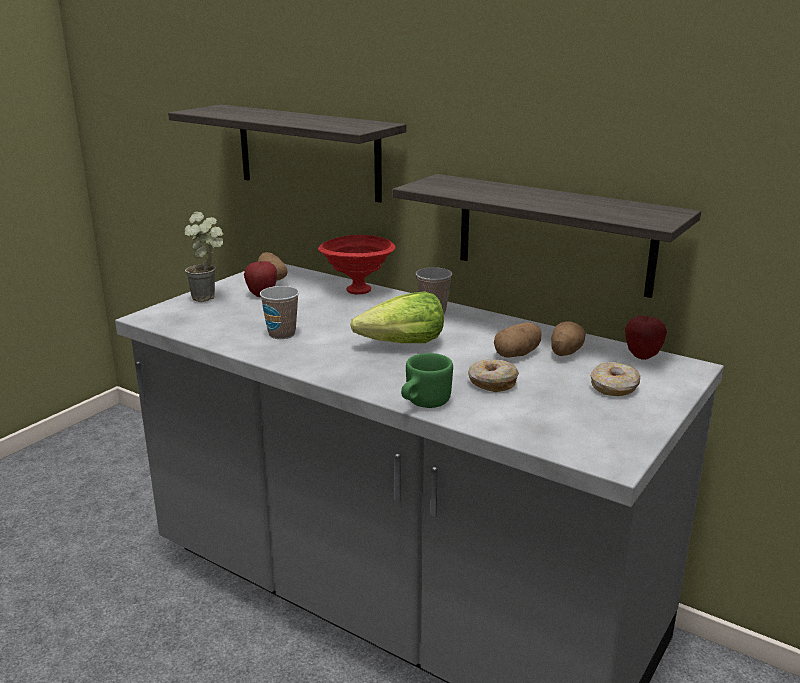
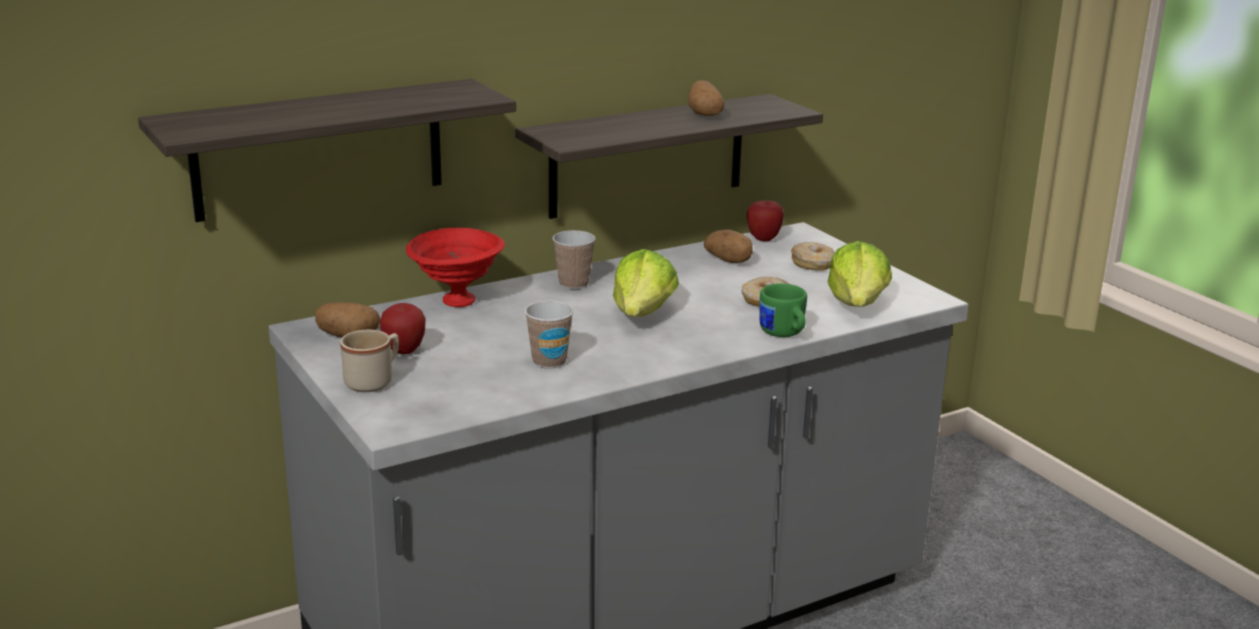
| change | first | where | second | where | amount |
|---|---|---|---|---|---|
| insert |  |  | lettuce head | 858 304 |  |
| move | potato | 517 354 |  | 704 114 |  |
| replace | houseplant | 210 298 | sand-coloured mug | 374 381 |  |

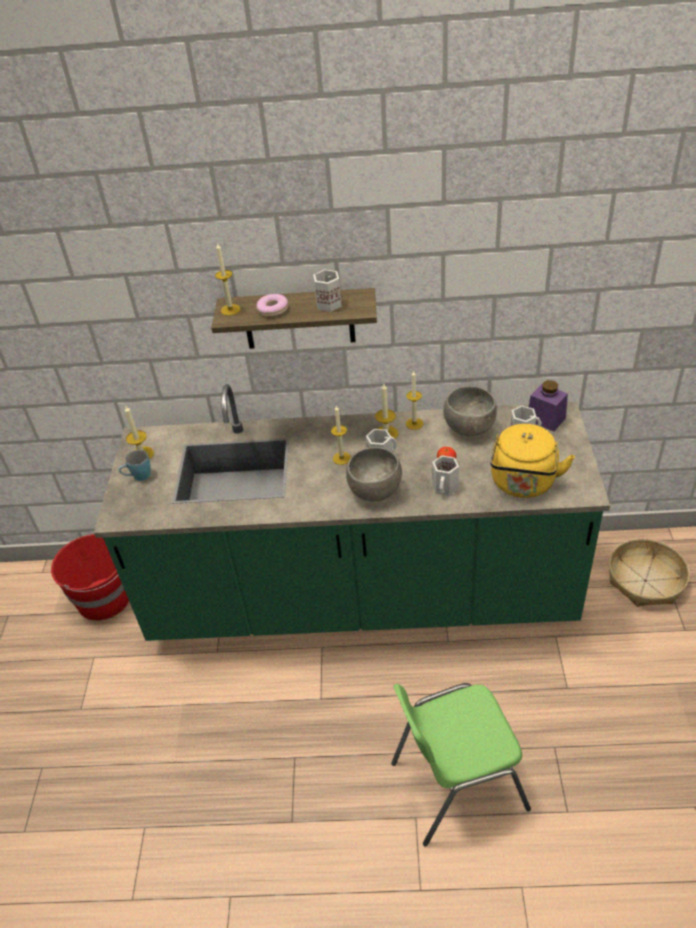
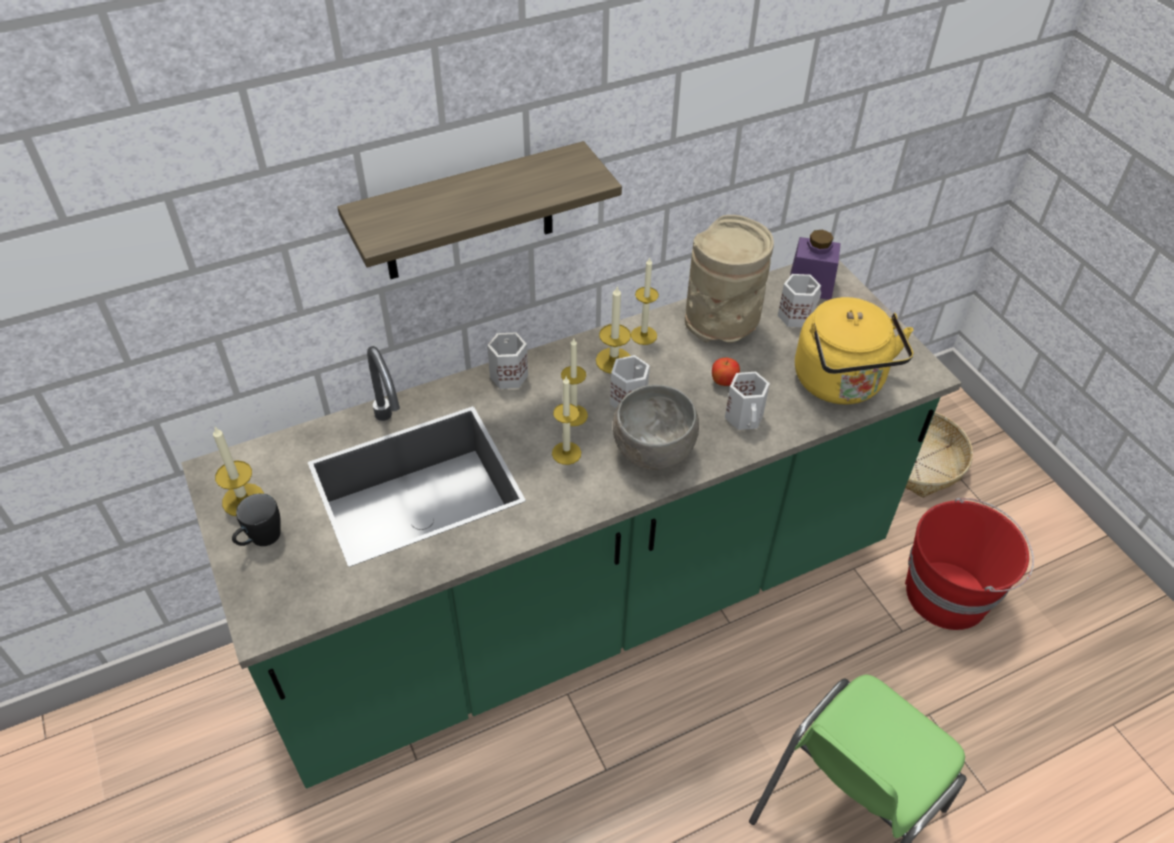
| change | first | where | second | where | amount |
|---|---|---|---|---|---|
| delete | ring doughnut | 273 310 |  |  |  |
| move | reddish pail | 105 598 |  | 948 594 |  |
| move | candle | 230 310 |  | 566 453 |  |
| move | whitish mug | 328 303 |  | 507 375 |  |
| replace | gray deep dish | 469 429 | sand-coloured vase | 721 324 |  |
| recolor | bluish mug | 138 477 | blackish mug | 260 540 |  |

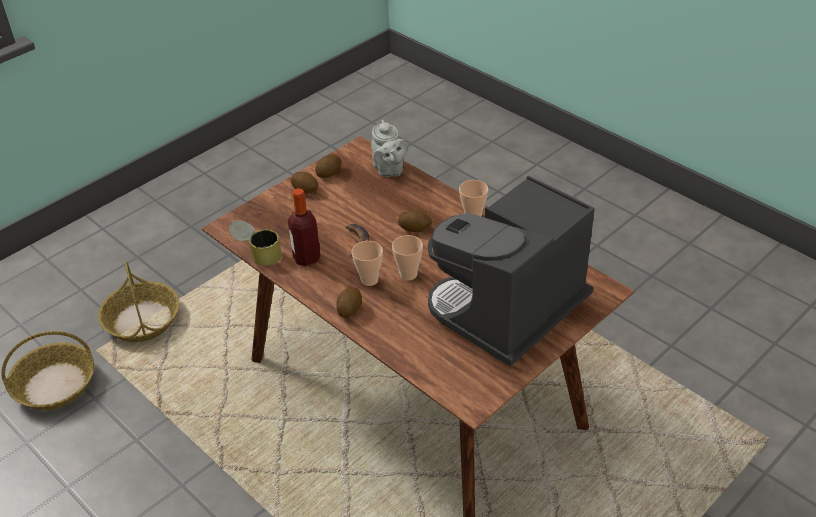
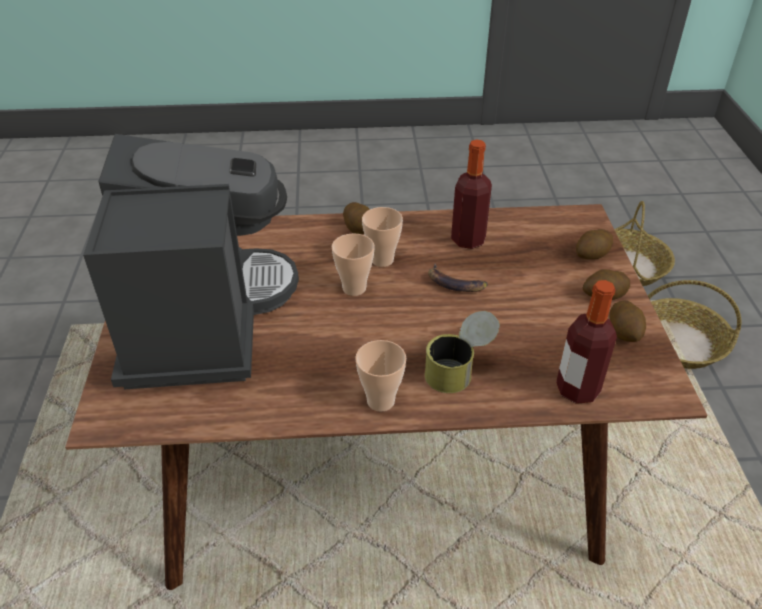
| change | first | where | second | where | amount |
|---|---|---|---|---|---|
| move | sealed can | 258 254 |  | 459 370 |  |
| move | potato | 415 228 |  | 591 255 |  |
| replace | gray tea pot | 389 170 | drink bottle | 577 389 |  |

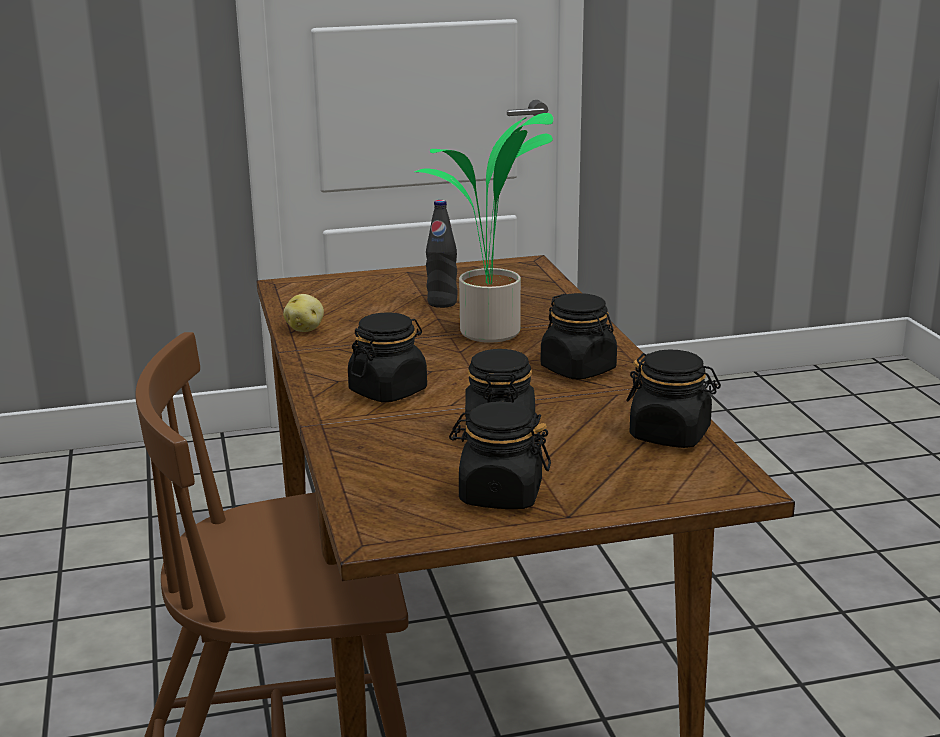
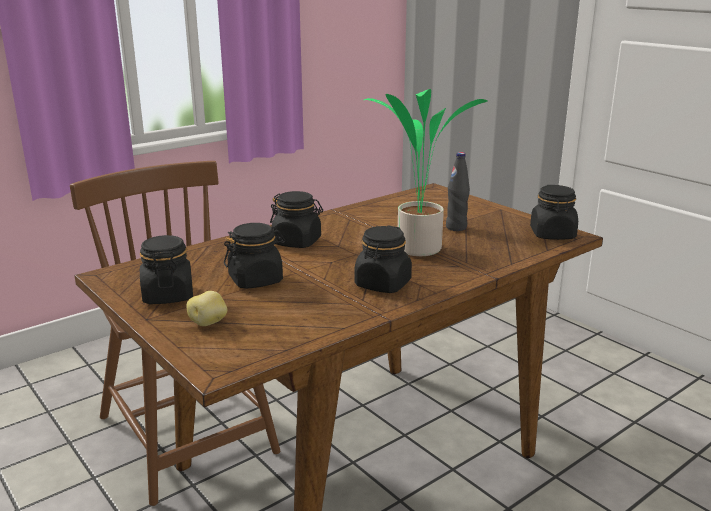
| change | first | where | second | where | amount |
|---|---|---|---|---|---|
| move | potato | 305 329 |  | 209 323 |  |
| move | blackish preserve jar | 670 435 |  | 552 234 |  |

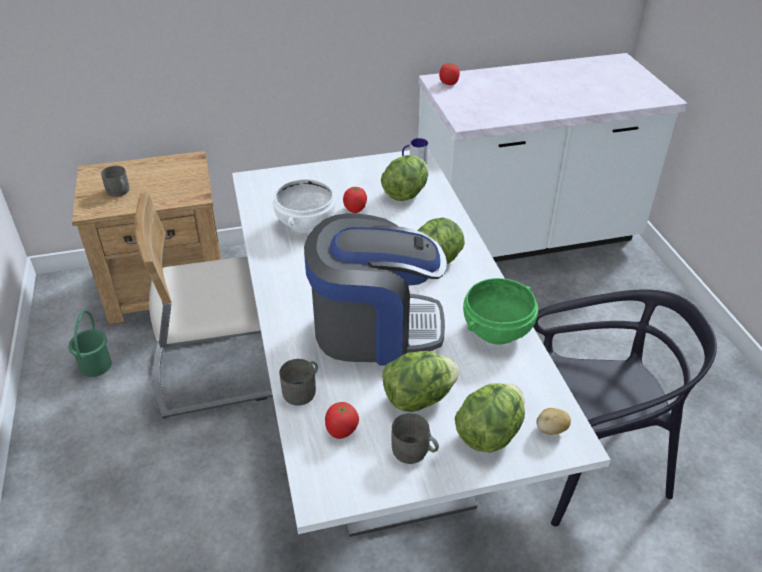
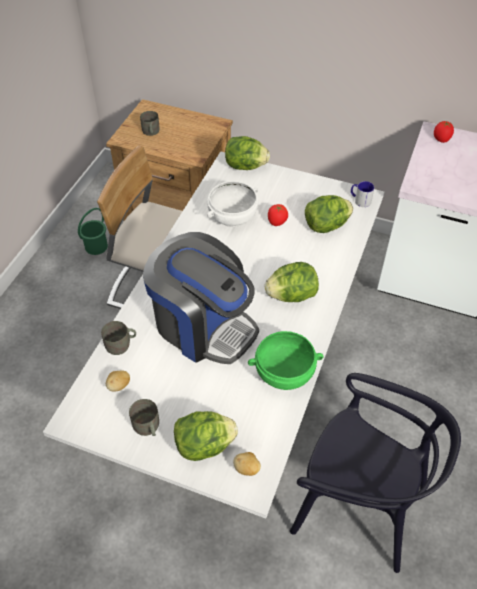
| change | first | where | second | where | amount |
|---|---|---|---|---|---|
| move | lettuce head | 418 398 |  | 245 166 |  |
| replace | tomato | 341 431 | potato | 119 386 |  |

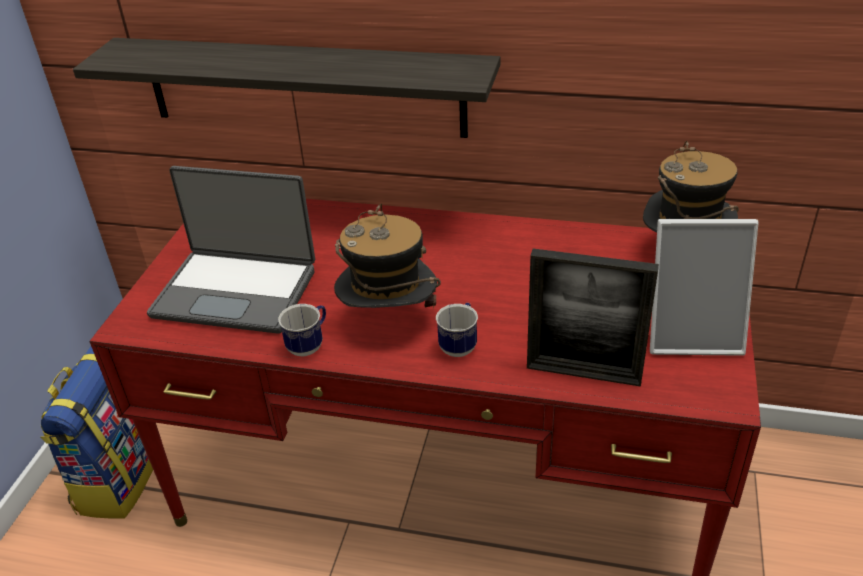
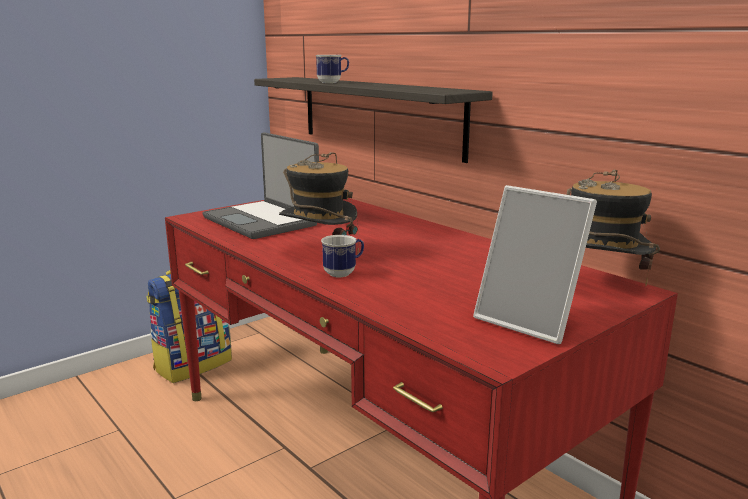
| change | first | where | second | where | amount |
|---|---|---|---|---|---|
| delete | picture frame | 583 373 |  |  |  |
| move | mug | 309 345 |  | 332 82 |  |

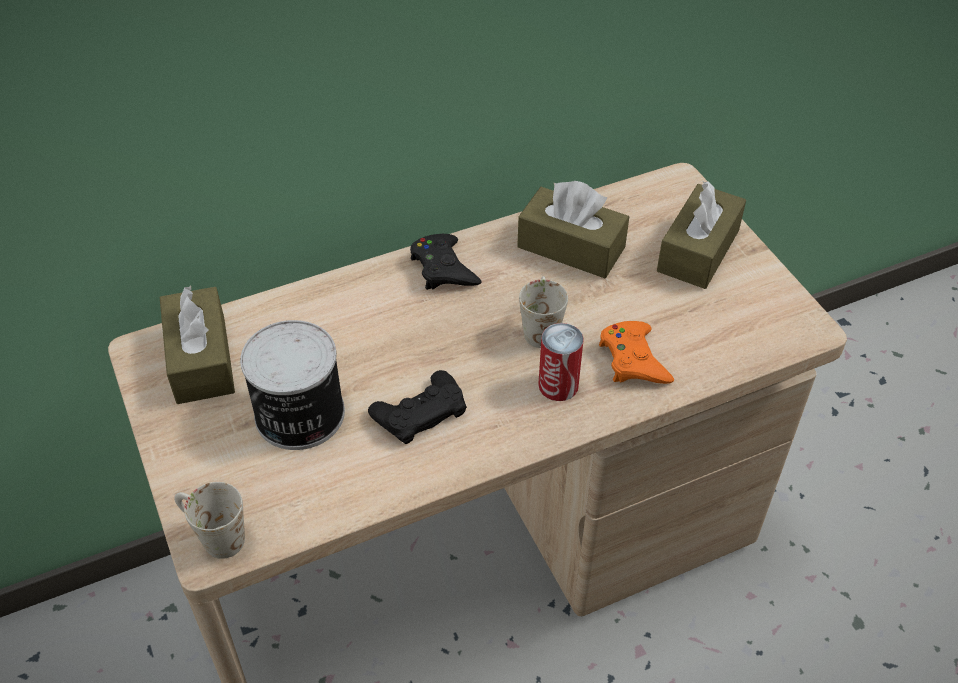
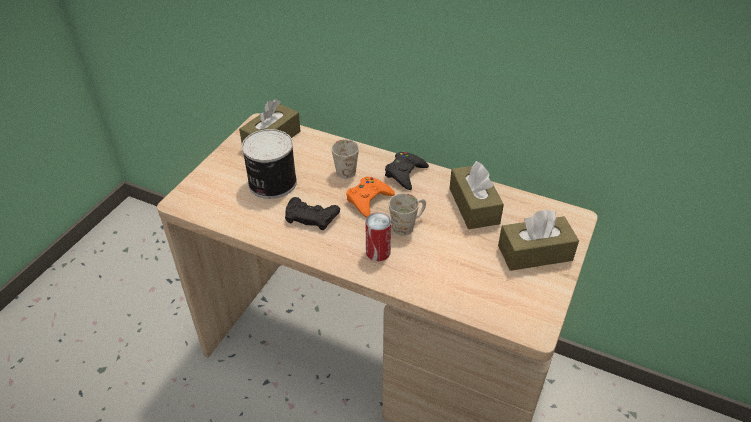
| change | first | where | second | where | amount |
|---|---|---|---|---|---|
| move | whitish mug | 213 536 |  | 344 168 |  |
| move | orangey game controller | 633 359 |  | 368 200 |  |

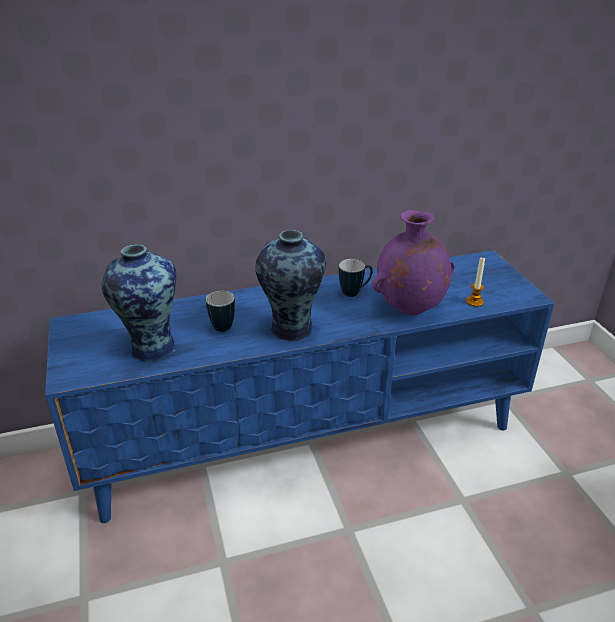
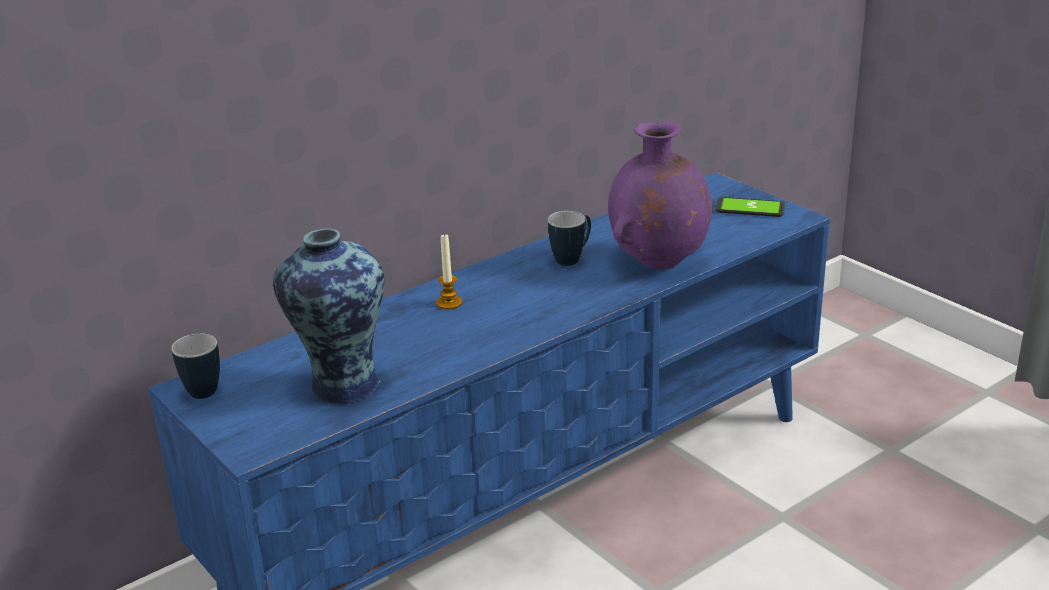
| change | first | where | second | where | amount |
|---|---|---|---|---|---|
| delete | vase | 291 330 |  |  |  |
| insert |  |  | phone | 750 208 |  |
| move | mug | 223 324 |  | 202 388 |  |
| move | candle | 474 302 |  | 449 303 |  |

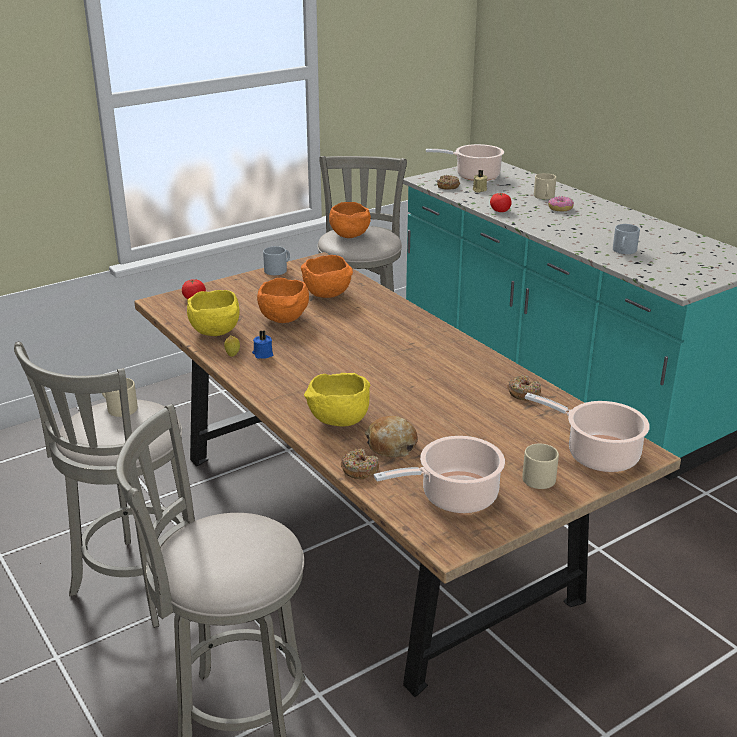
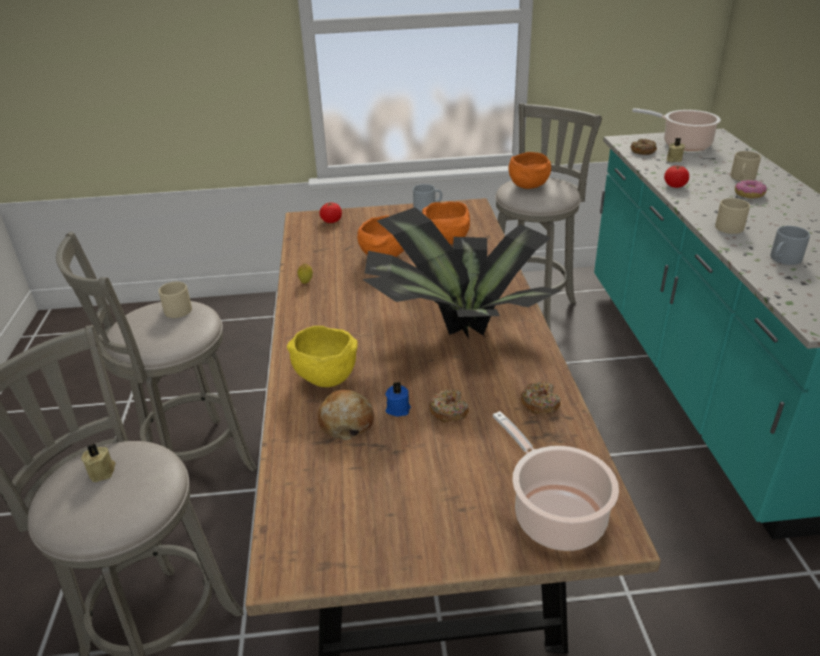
| change | first | where | second | where | amount |
|---|---|---|---|---|---|
| delete | yellowish deep dish | 217 332 |  |  |  |
| delete | stockpot | 454 496 |  |  |  |
| insert |  |  | sand-coloured candle | 103 471 |  |
| insert |  |  | houseplant | 454 326 |  |
| move | bluish candle | 262 354 |  | 397 408 |  |
| move | ring doughnut | 359 469 |  | 448 411 |  |
| move | sand-coloured mug | 536 476 |  | 729 225 |  |

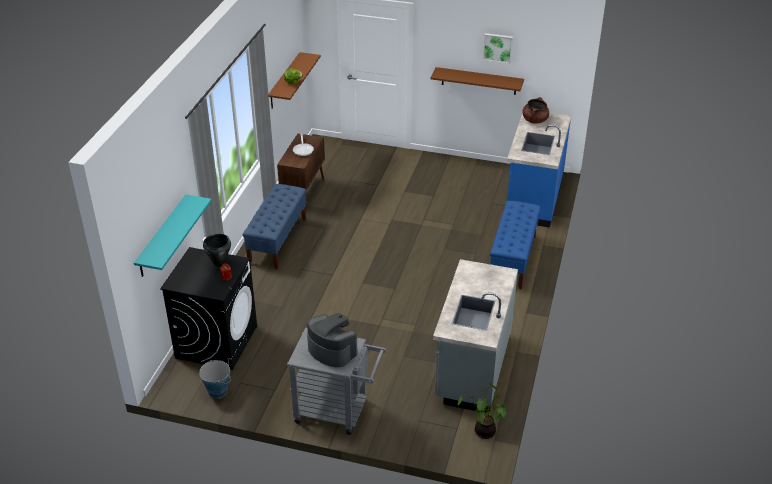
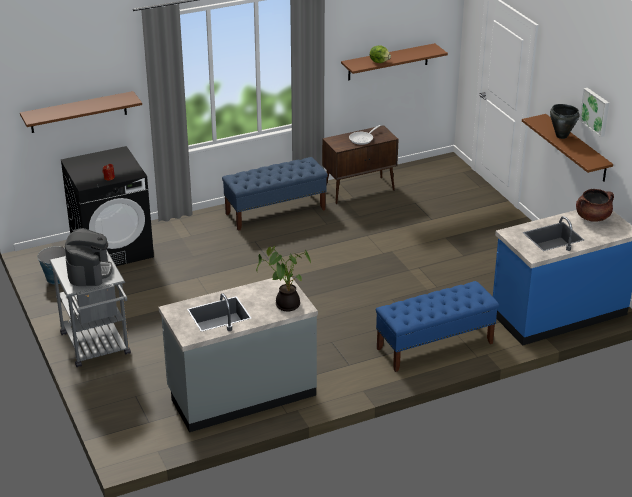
| change | first | where | second | where | amount |
|---|---|---|---|---|---|
| move | blackish stockpot | 219 263 |  | 561 136 |  |
| move | houseplant | 483 432 |  | 286 304 |  |
| recolor | blue-green bracket shelf | 162 236 | brown-coloured bracket shelf | 78 112 |  |

